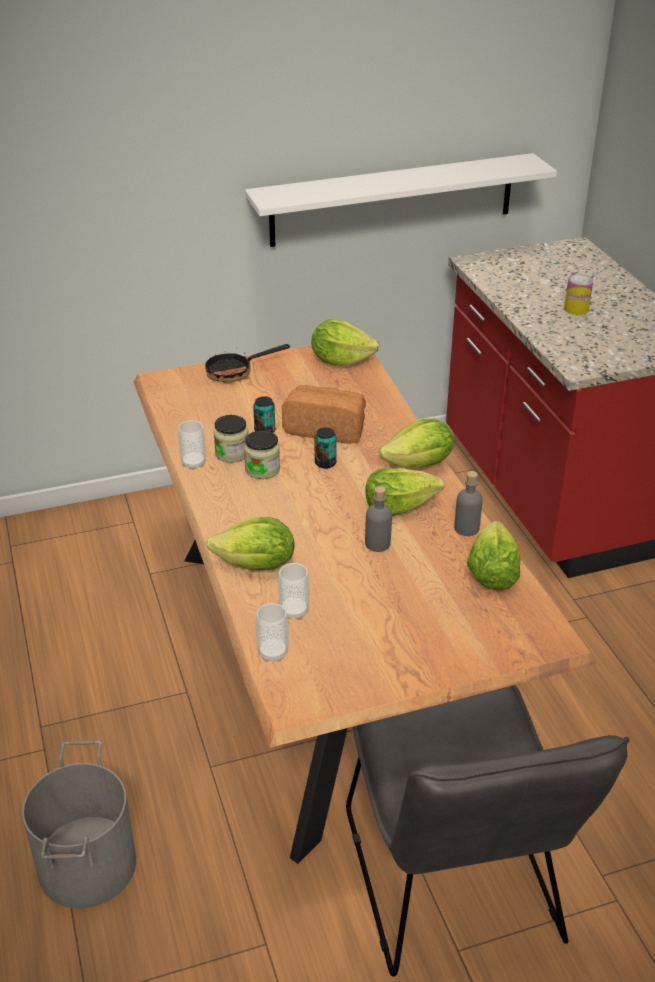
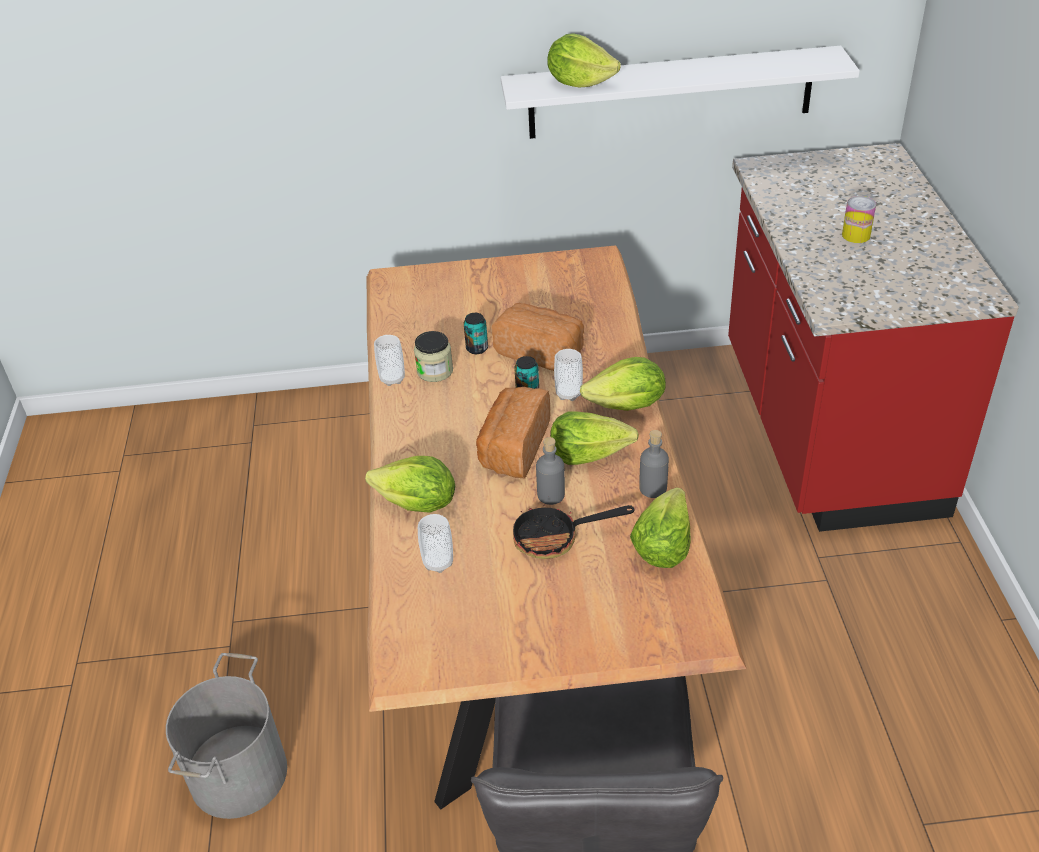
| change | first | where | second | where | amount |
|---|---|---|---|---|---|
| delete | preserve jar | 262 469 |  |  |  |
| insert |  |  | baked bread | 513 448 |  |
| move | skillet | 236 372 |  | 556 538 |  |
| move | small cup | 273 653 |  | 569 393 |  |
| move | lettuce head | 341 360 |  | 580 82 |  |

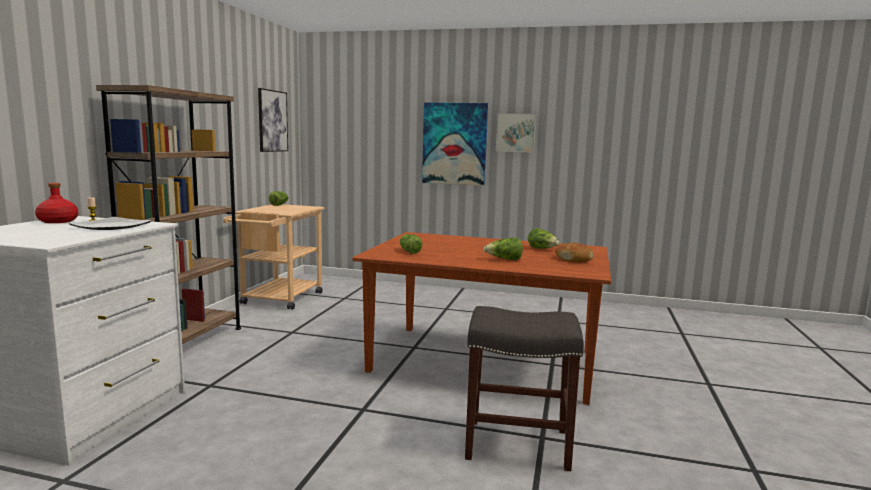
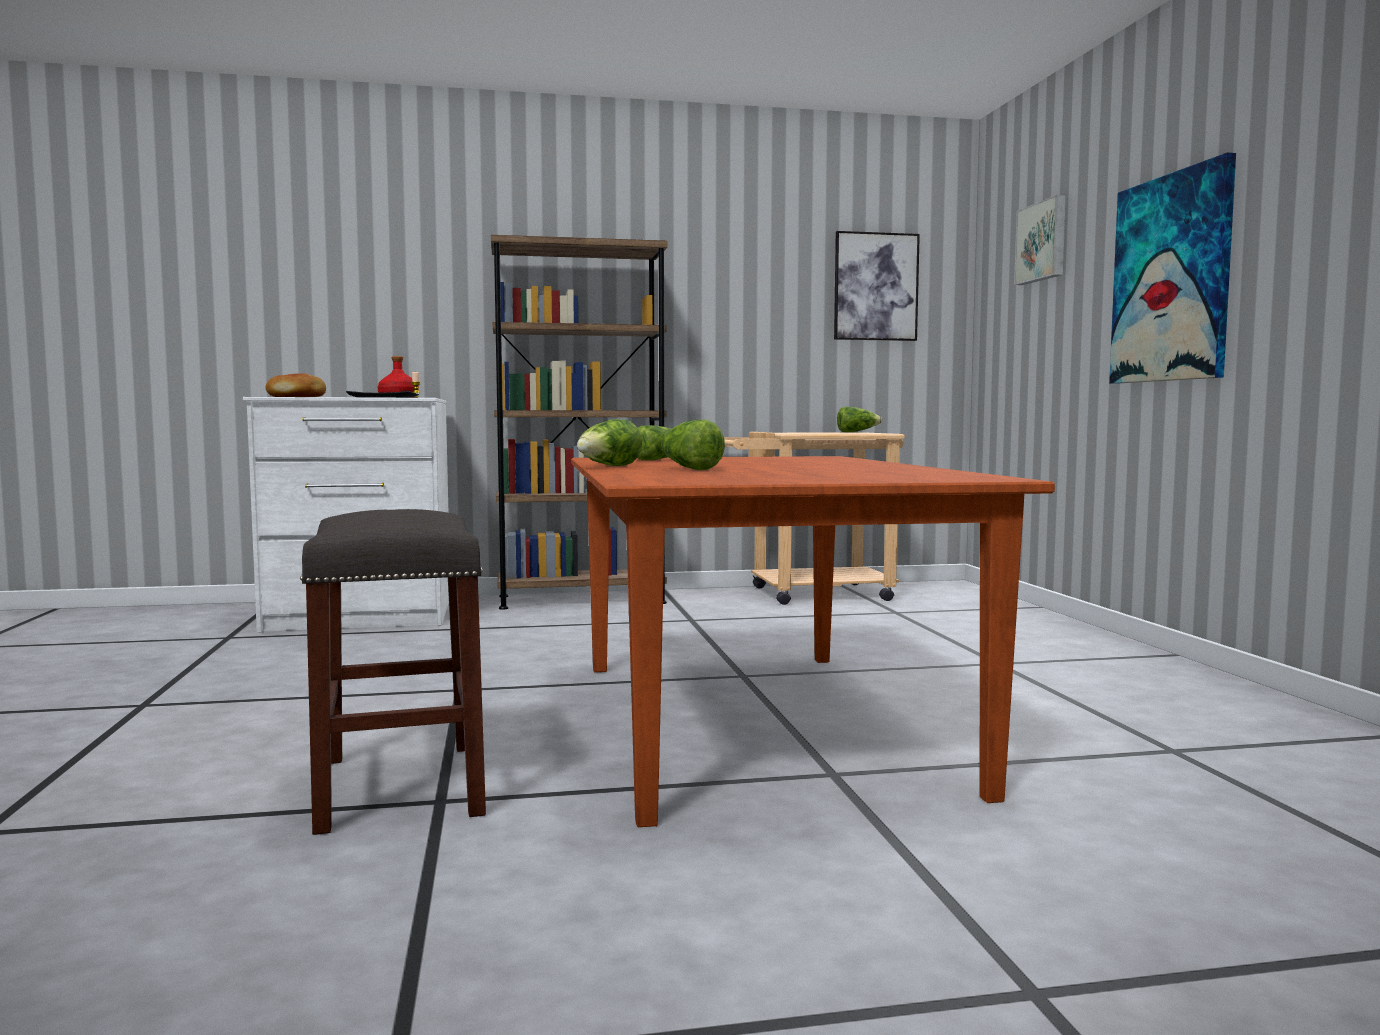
| change | first | where | second | where | amount |
|---|---|---|---|---|---|
| move | picture | 516 132 |  | 1043 242 |  |
| move | lettuce head | 542 249 |  | 608 466 |  |
| move | baked bread | 574 259 |  | 297 397 |  |

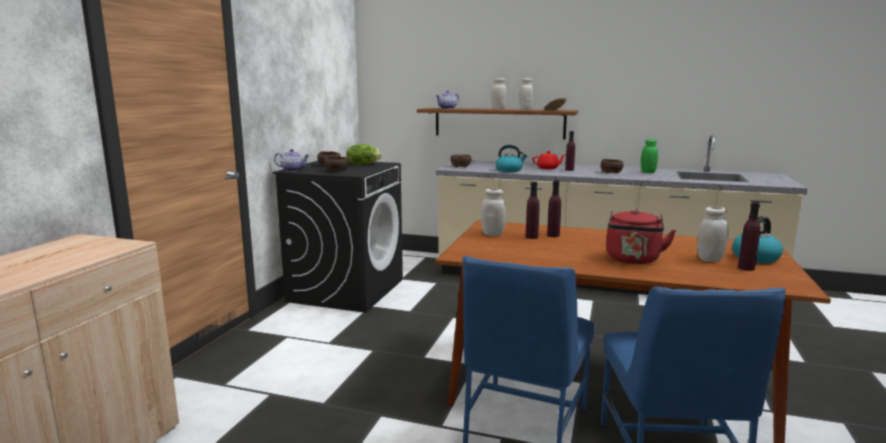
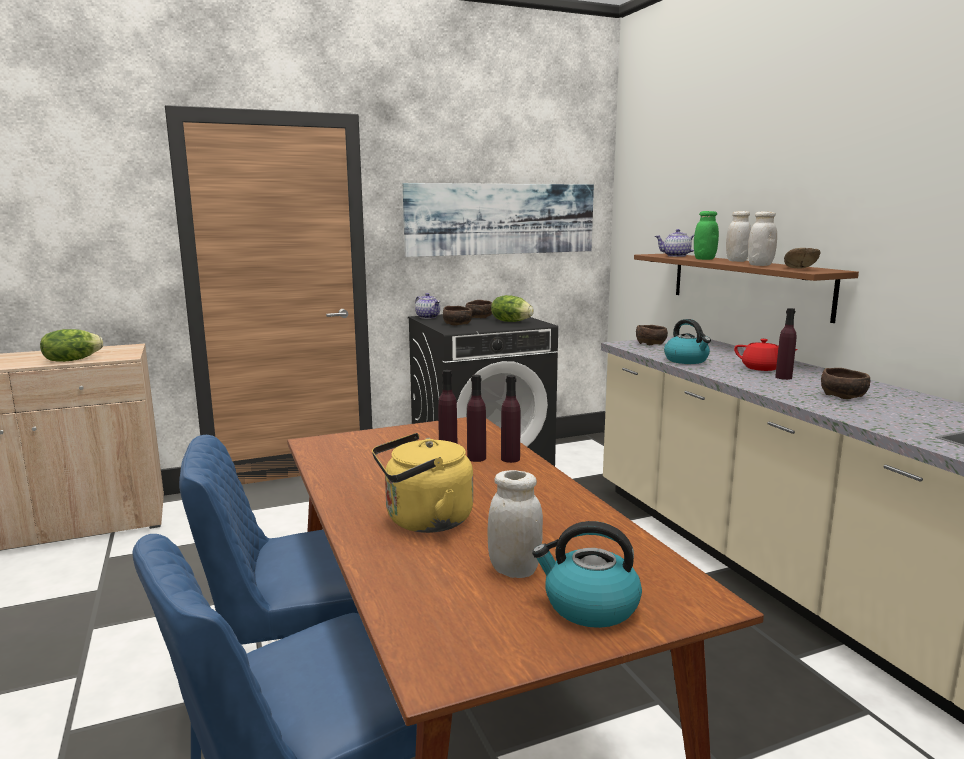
| change | first | where | second | where | amount |
|---|---|---|---|---|---|
| delete | whitish preserve jar | 492 234 |  |  |  |
| insert |  |  | lettuce head | 72 360 |  |
| insert |  |  | picture | 502 219 |  |
| move | green preserve jar | 648 172 |  | 704 259 |  |
| move | purple-coloured drink bottle | 746 268 |  | 510 459 |  |
| recolor | reddish water kettle | 633 260 | yellowish water kettle | 424 521 |  |

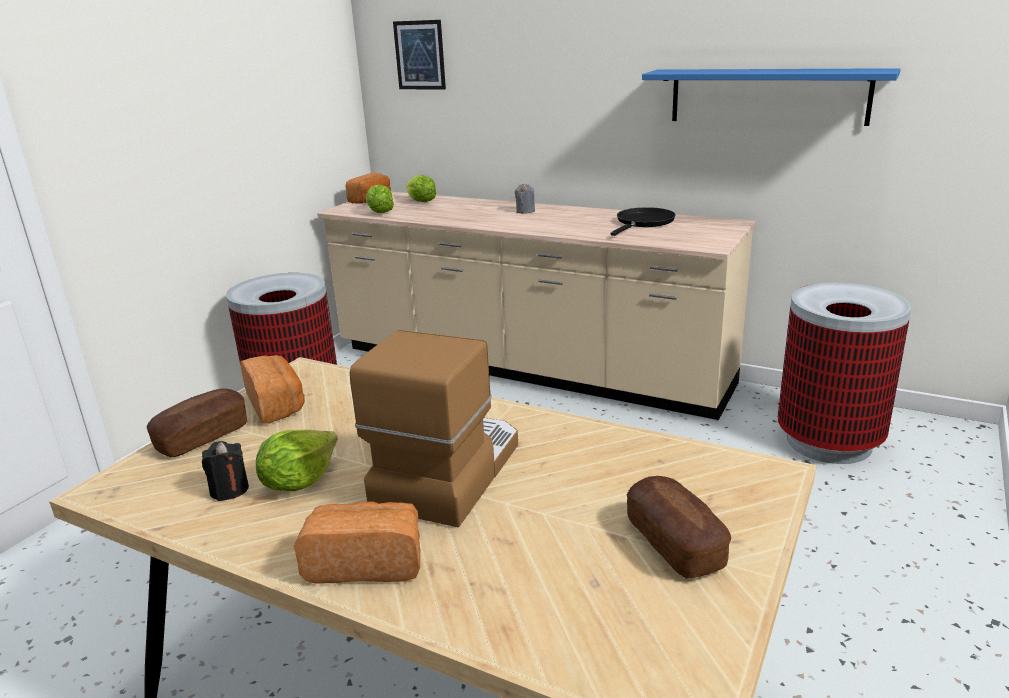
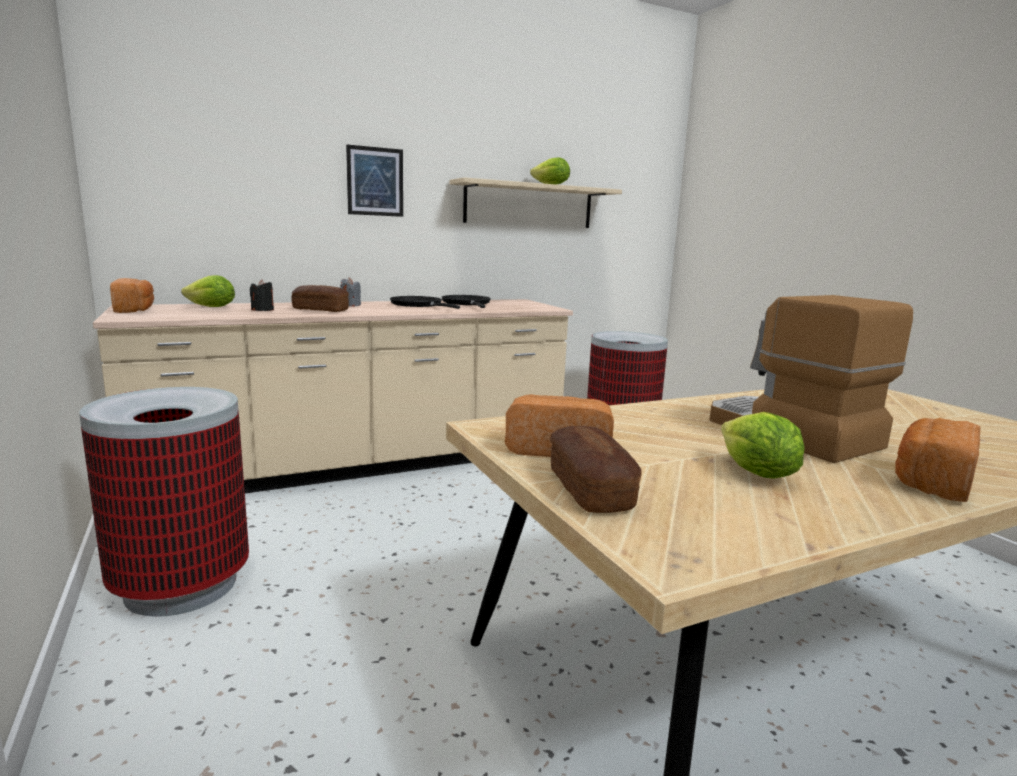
| change | first | where | second | where | amount |
|---|---|---|---|---|---|
| insert |  |  | blackish skillet | 419 305 |  |
| move | blackish candle | 229 490 |  | 263 310 |  |
| move | lettuce head | 380 212 |  | 551 185 |  |
| move | picture | 419 55 |  | 375 181 |  |
| move | baked bread | 674 543 |  | 320 310 |  |
| recolor | bluish bracket shelf | 768 96 | sand-coloured bracket shelf | 529 205 |  |

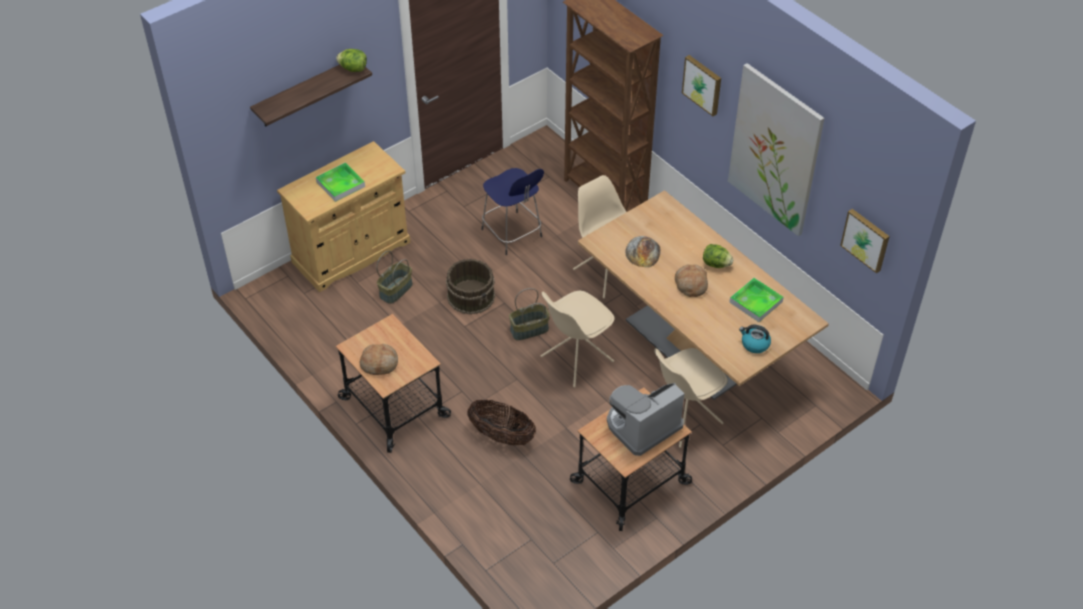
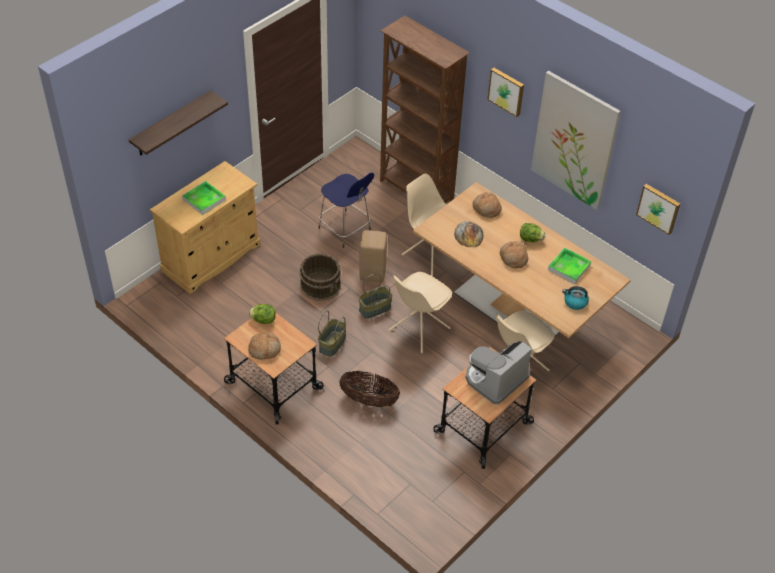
| change | first | where | second | where | amount |
|---|---|---|---|---|---|
| insert |  |  | sand-coloured stool | 372 273 |  |
| insert |  |  | baked bread | 486 209 |  |
| move | lettuce head | 353 69 |  | 263 320 |  |
| move | household basket | 395 290 |  | 332 343 |  |

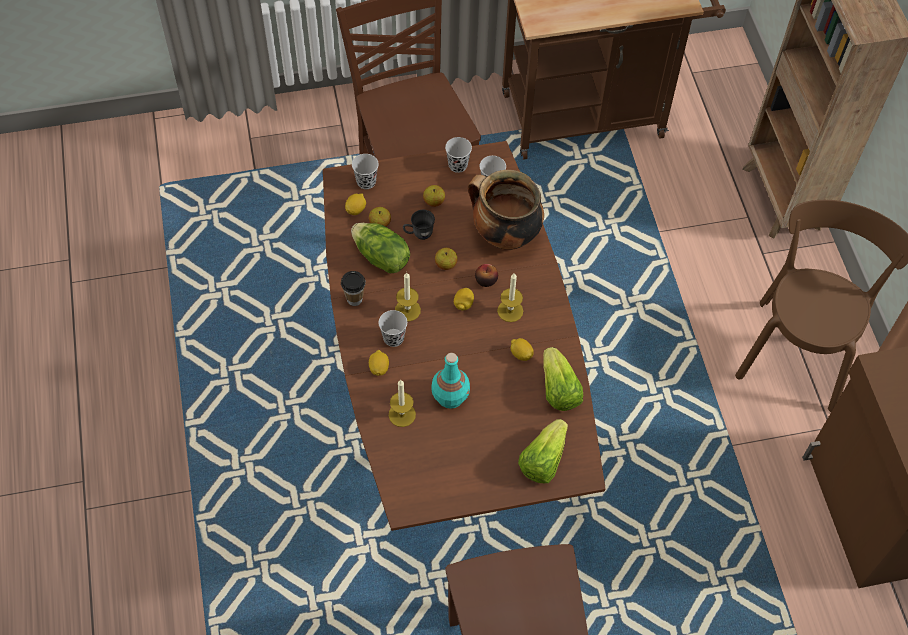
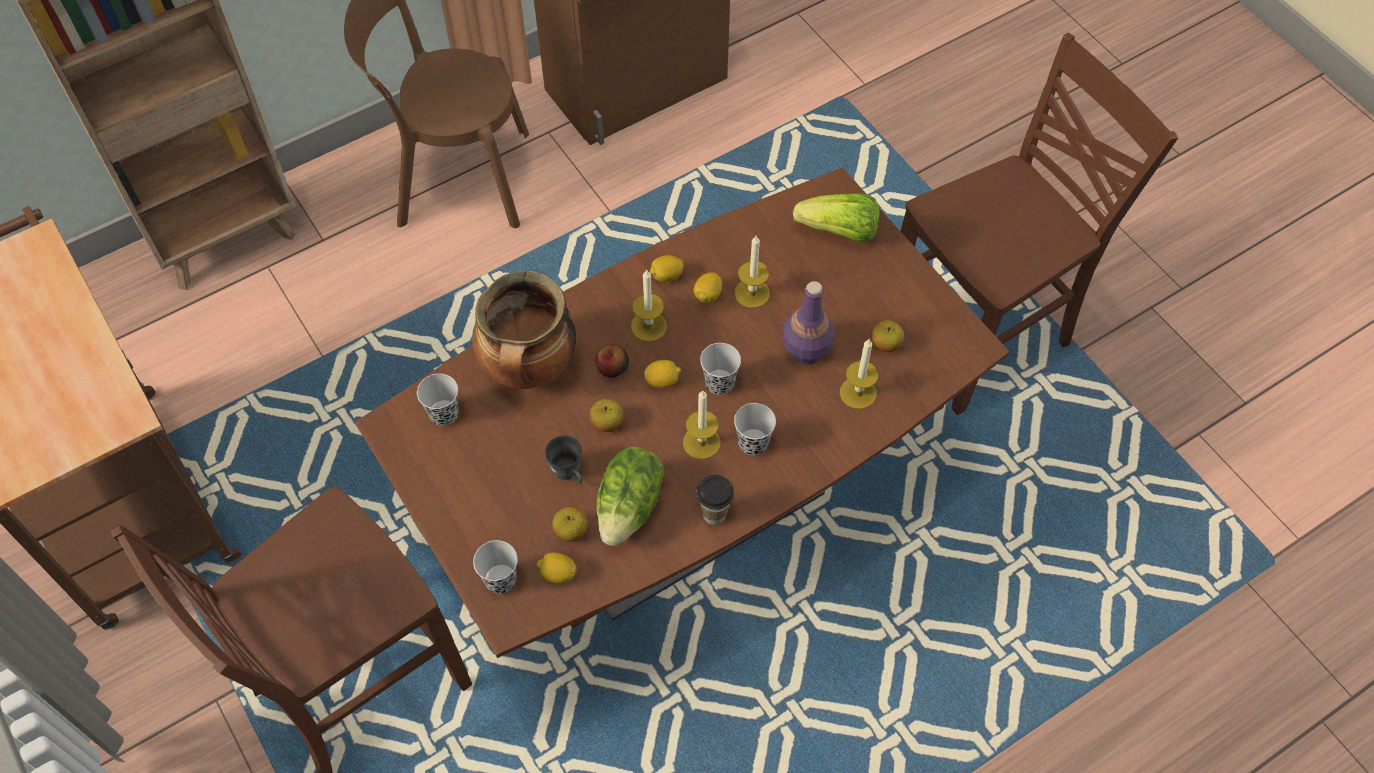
| change | first | where | second | where | amount |
|---|---|---|---|---|---|
| delete | lettuce head | 558 389 |  |  |  |
| insert |  |  | candle | 752 293 |  |
| move | lemon | 379 368 |  | 666 276 |  |
| move | apple | 434 201 |  | 885 344 |  |
| move | blackish small cup | 458 165 |  | 719 383 |  |
| recolor | blue-green drink bottle | 450 396 | purple-coloured drink bottle | 805 350 |  |

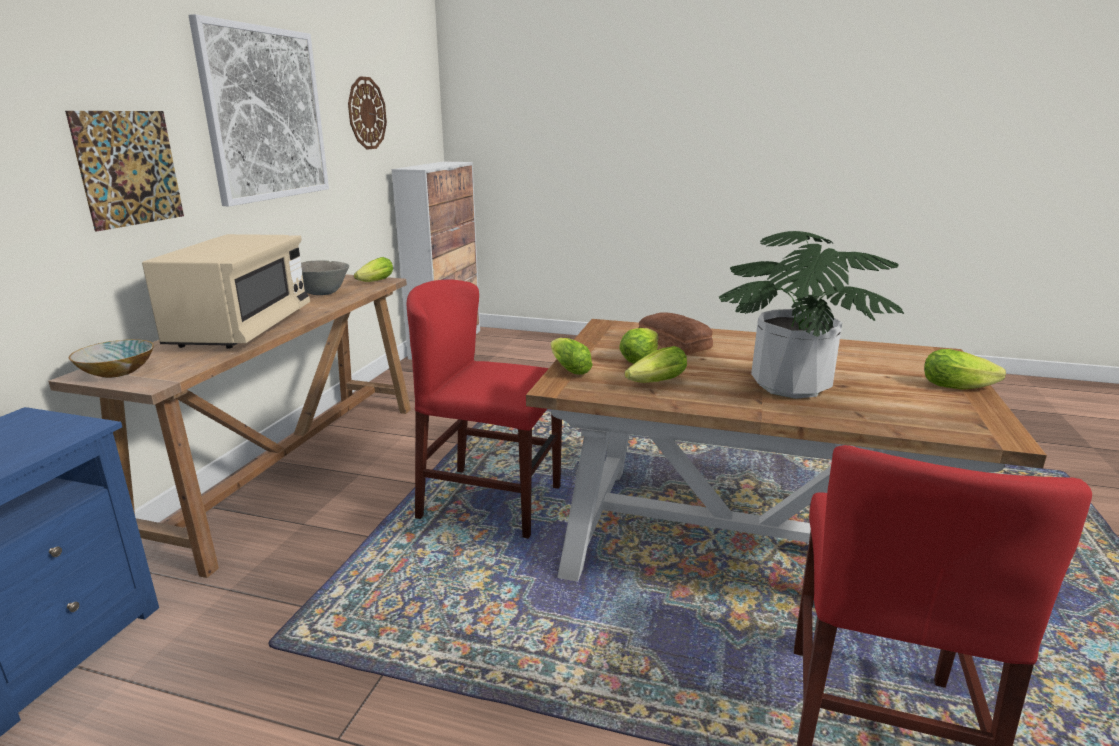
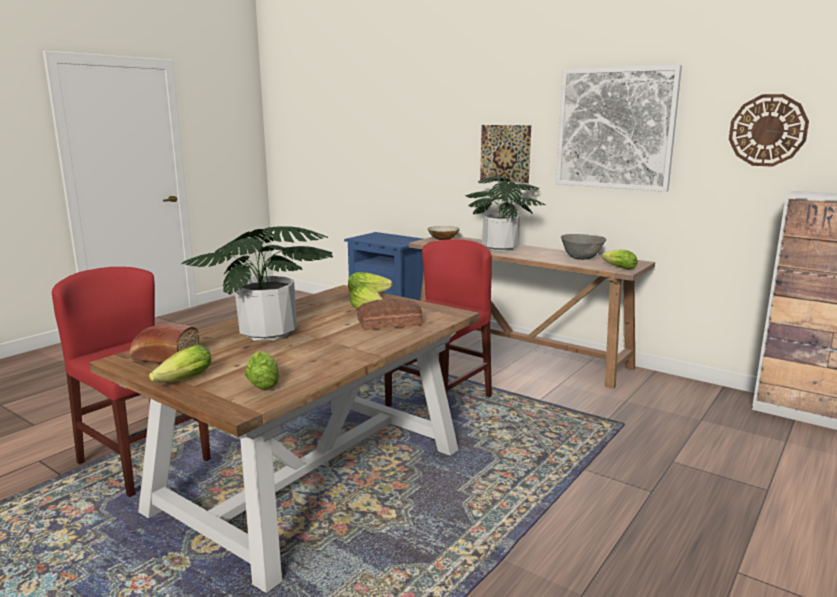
| change | first | where | second | where | amount |
|---|---|---|---|---|---|
| insert |  |  | baked bread | 163 358 |  |
| move | lettuce head | 653 383 |  | 264 381 |  |
| replace | sand-coloured kitchen microwave | 243 329 | houseplant | 500 248 |  |

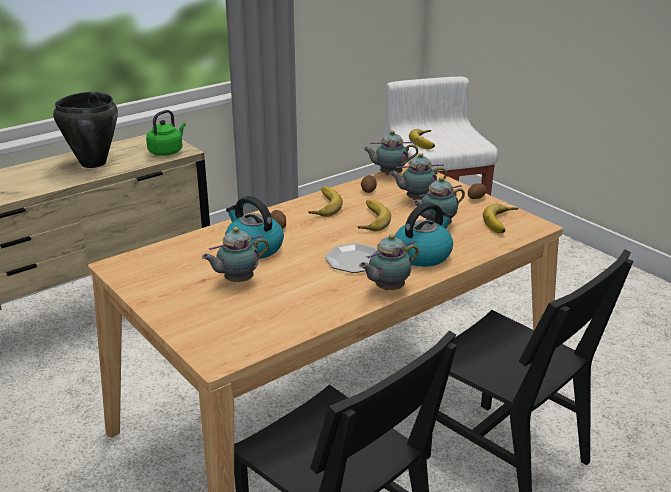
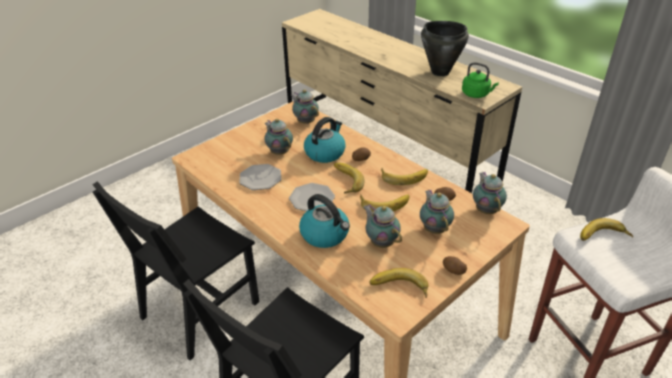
| change | first | where | second | where | amount |
|---|---|---|---|---|---|
| insert |  |  | plate | 260 178 |  |
| insert |  |  | banana fruit | 345 181 |  |
| move | tea pot | 387 288 |  | 305 121 |  |

